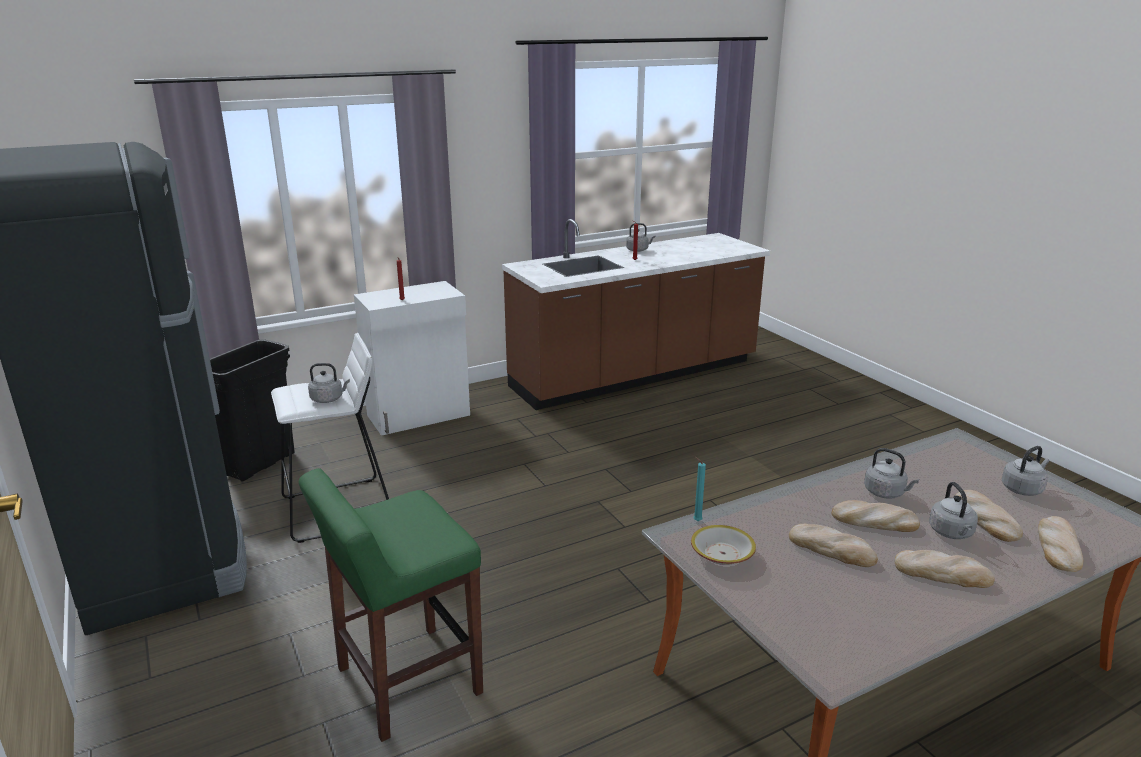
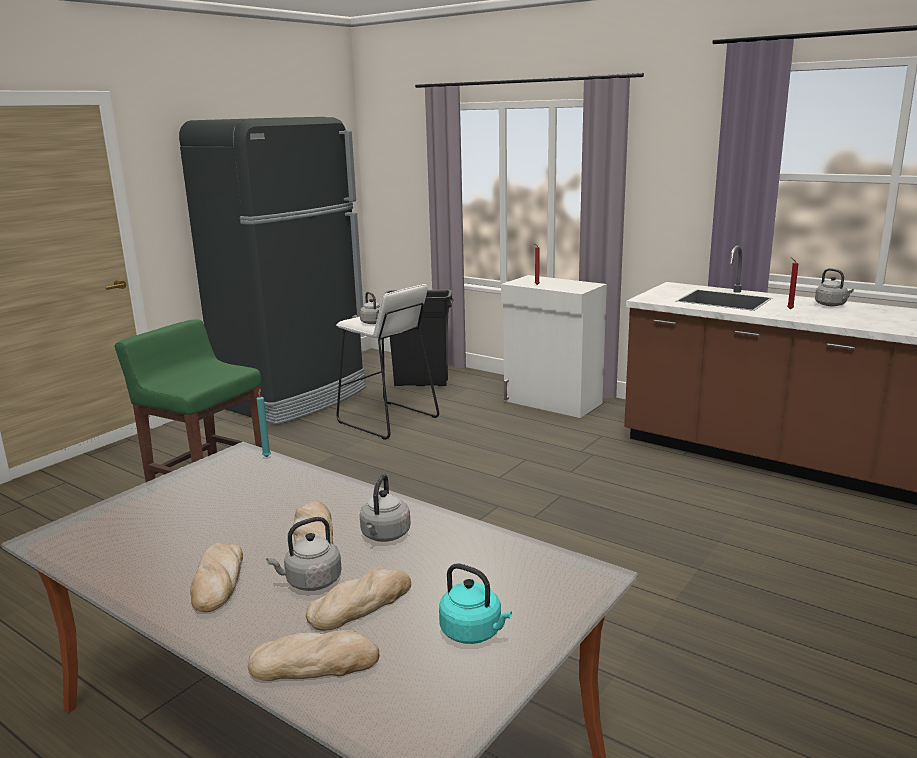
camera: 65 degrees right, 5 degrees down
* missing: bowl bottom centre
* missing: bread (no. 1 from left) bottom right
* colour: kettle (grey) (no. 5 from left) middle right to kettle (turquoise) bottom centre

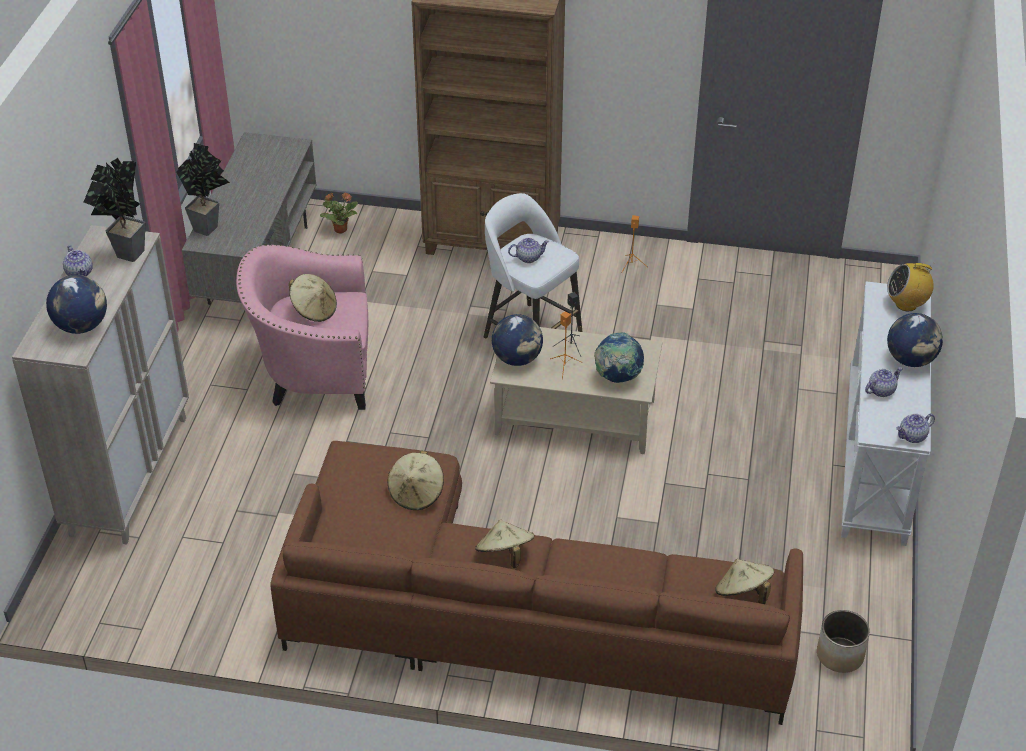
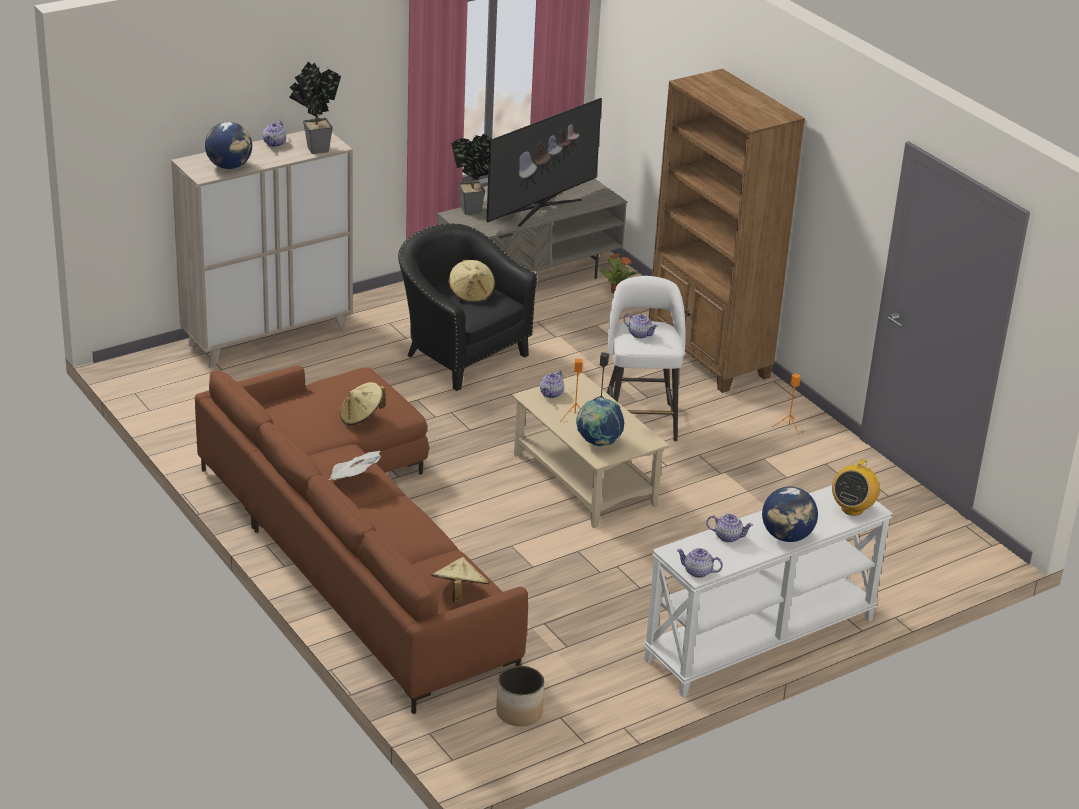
camera: 45 degrees right, 10 degrees down
* appeared: television top centre
* exchanged: hat (beige) (no. 3 from left) bottom centre to newspaper middle left
* exchanged: globe (no. 2 from left) centre to teapot (no. 2 from left) centre
* colour: armchair (pink) middle left to armchair (black) centre
* spun: radio middle right = middle right 105 degrees counterclockwise

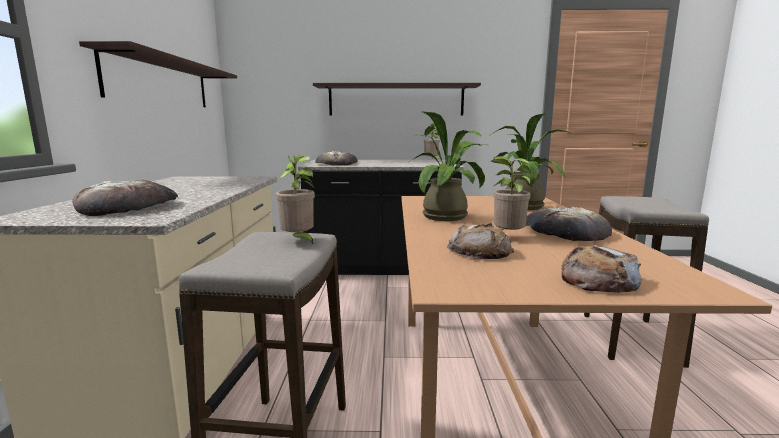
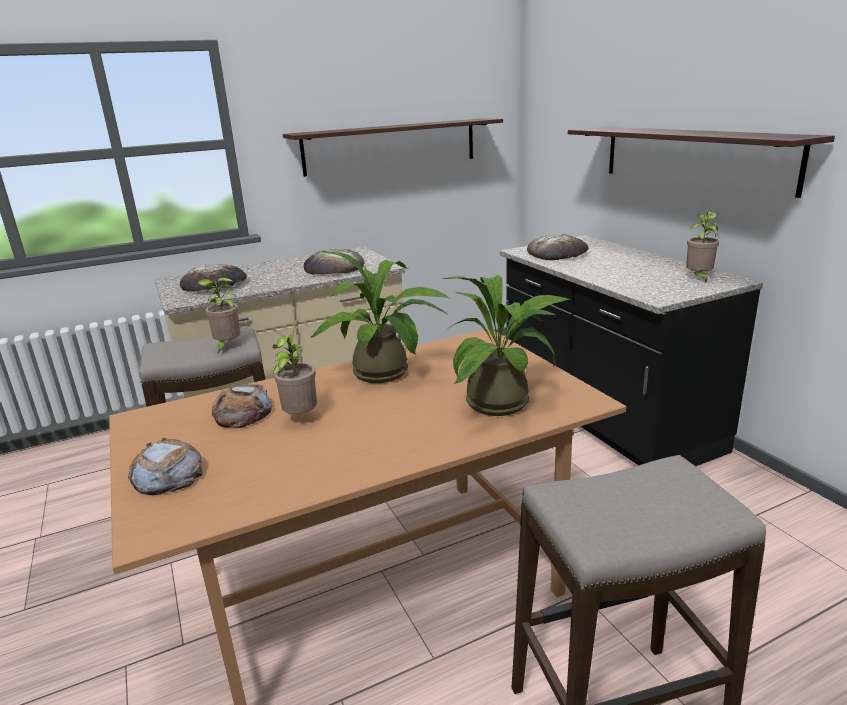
camera: 65 degrees right, 10 degrees up
* relocated: bread (no. 4 from left) middle right to centre

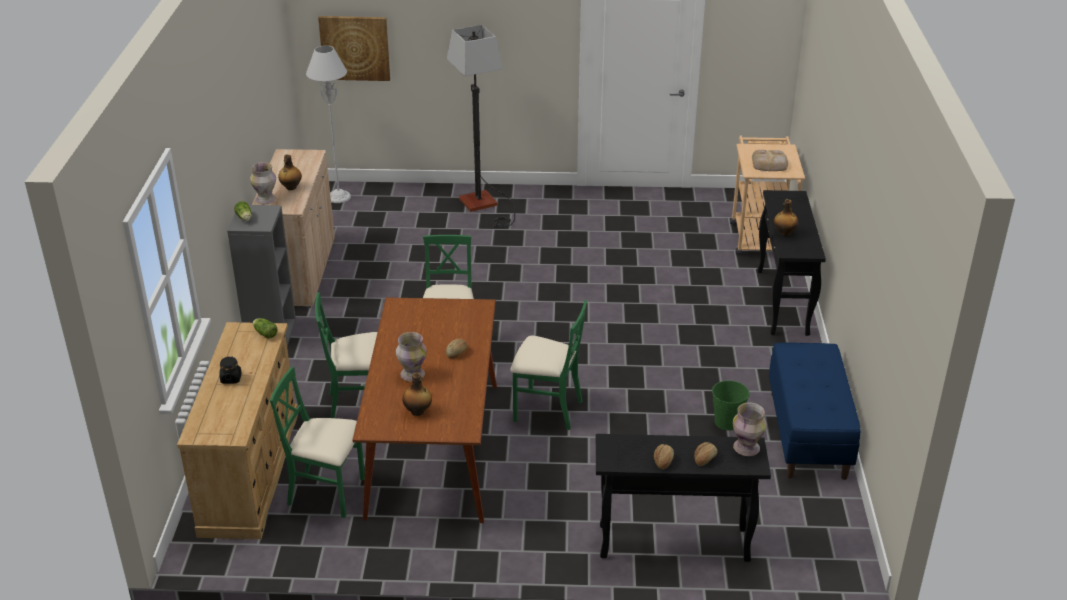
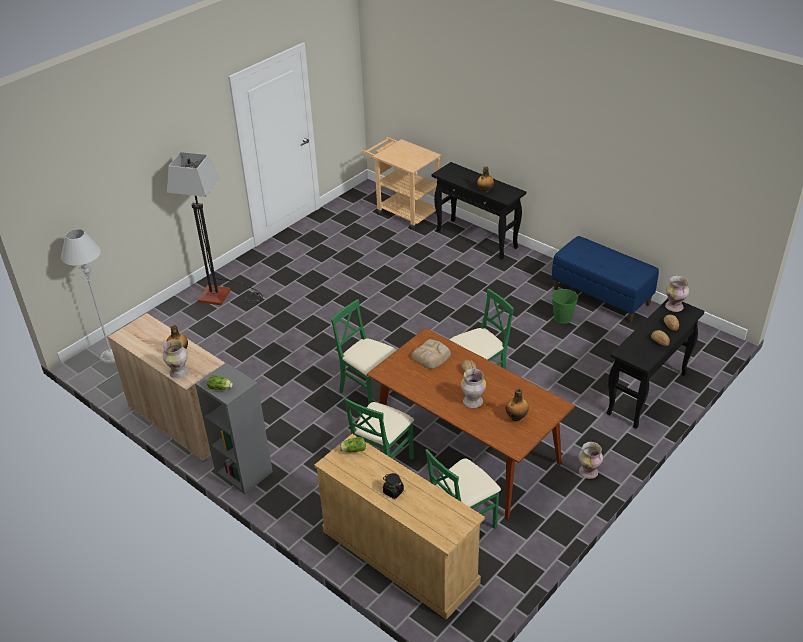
camera: 50 degrees left, 5 degrees up
* missing: picture top left
* appeared: vase (no. 3 from left) bottom right
* relocated: bread (no. 4 from left in the first image) top right to bread (no. 1 from left) centre

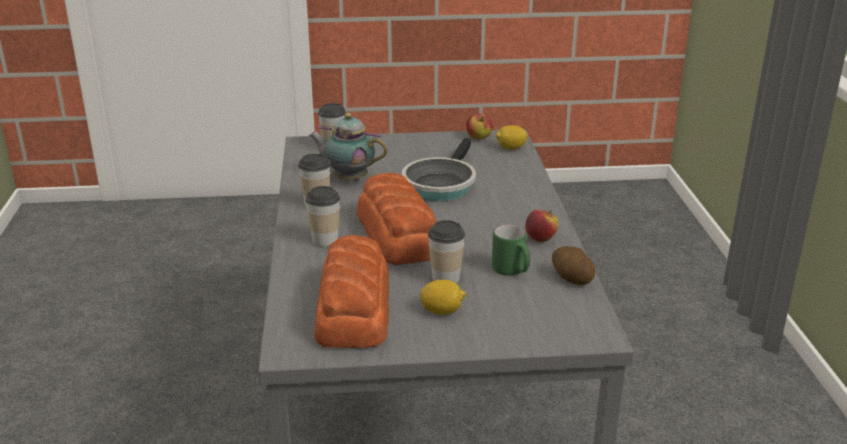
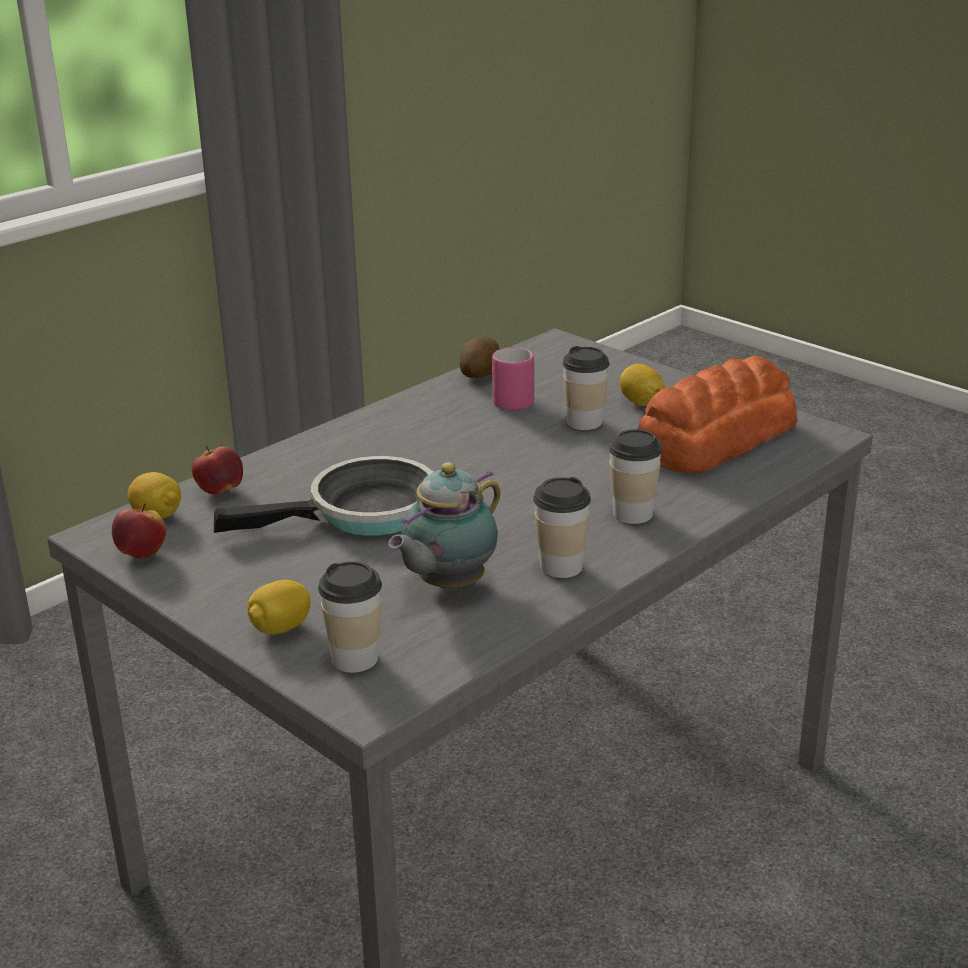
camera: 130 degrees left, 0 degrees up
* missing: bread (no. 2 from left) centre
* appeared: lemon (no. 2 from left) middle left
* relocated: apple (no. 2 from left) centre to middle left
* colour: mug (green) centre to mug (pink) centre
* spun: teapot top centre = centre 60 degrees clockwise

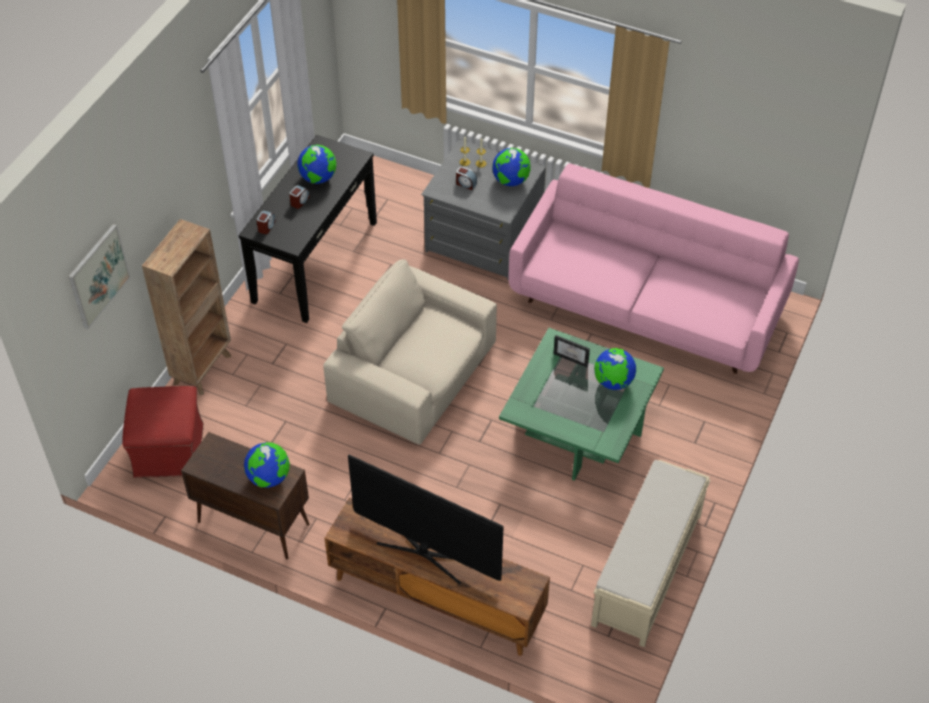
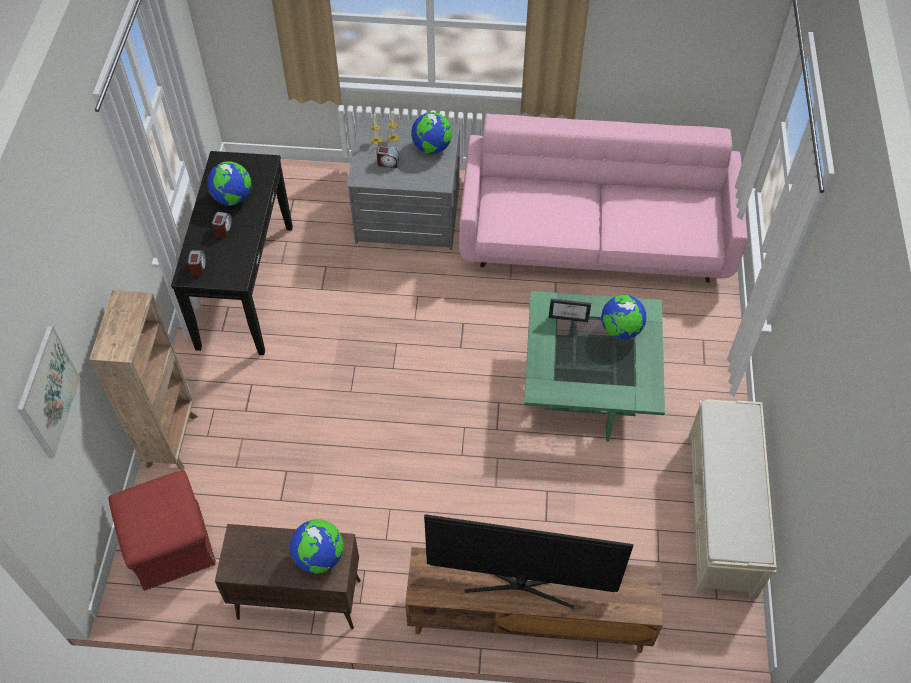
camera: 20 degrees left, 5 degrees up
* missing: armchair (beige) centre

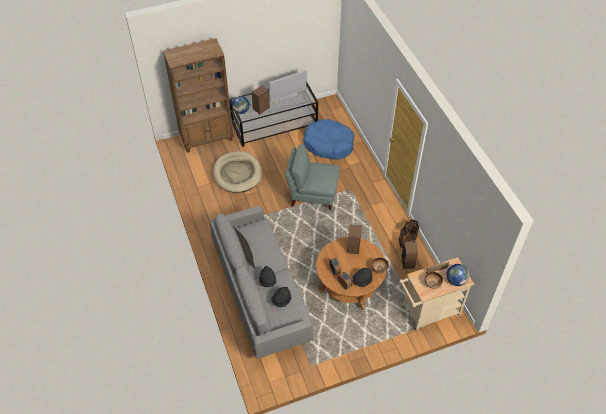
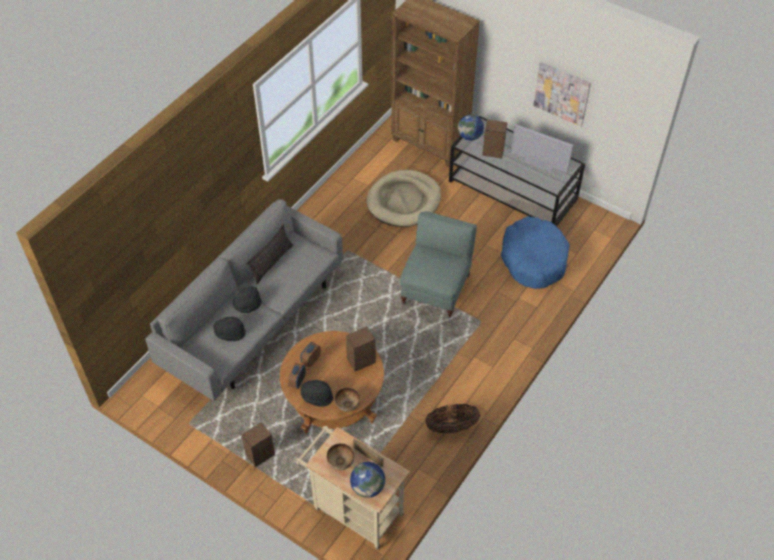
camera: 55 degrees right, 0 degrees up
* appeared: picture top right
* relocated: speaker (no. 3 from left in the first image) middle right to speaker (no. 1 from left) bottom centre
* spun: armchair (grey) centre = centre 45 degrees clockwise

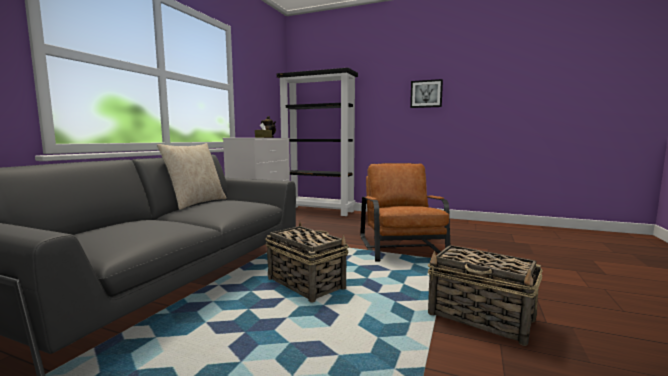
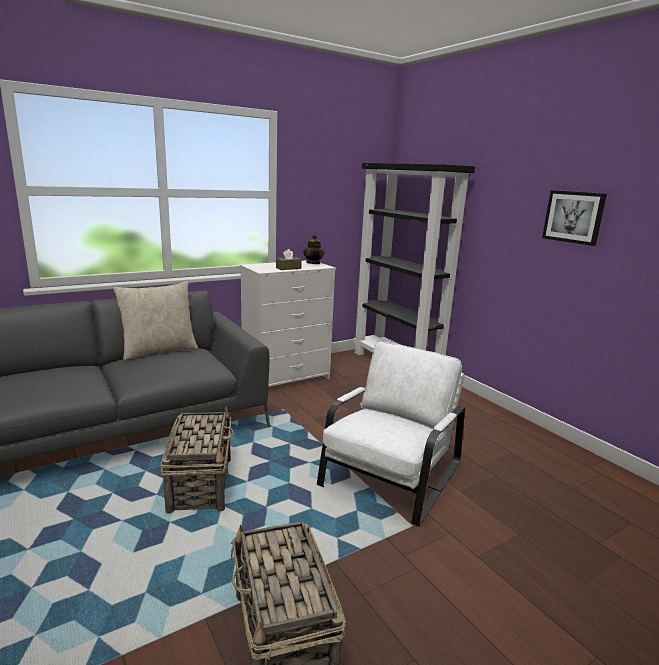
camera: 35 degrees right, 10 degrees up
* colour: armchair (brown) centre to armchair (white) centre

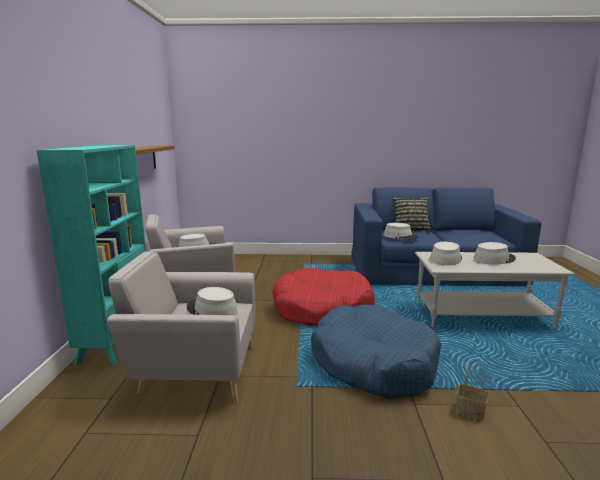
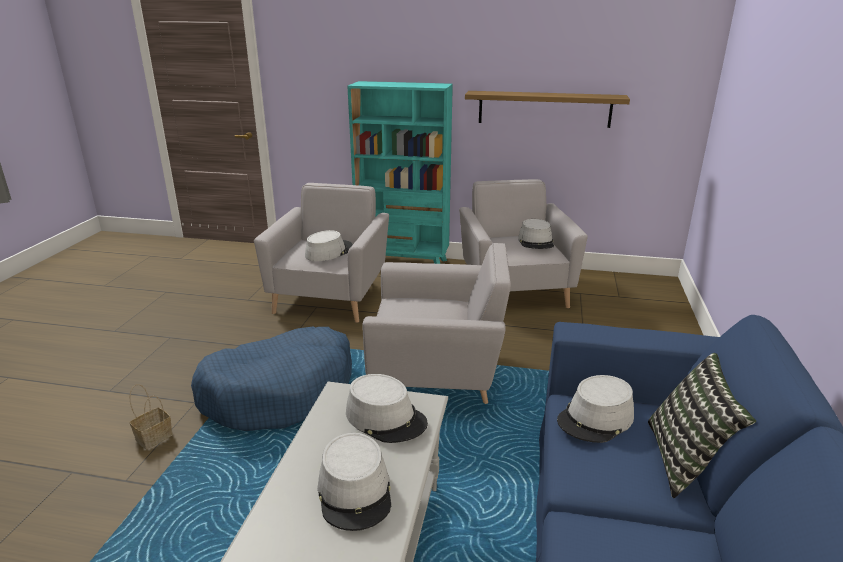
camera: 100 degrees right, 10 degrees up
* exchanged: dog bed (red) centre to armchair (grey) (no. 2 from left) centre

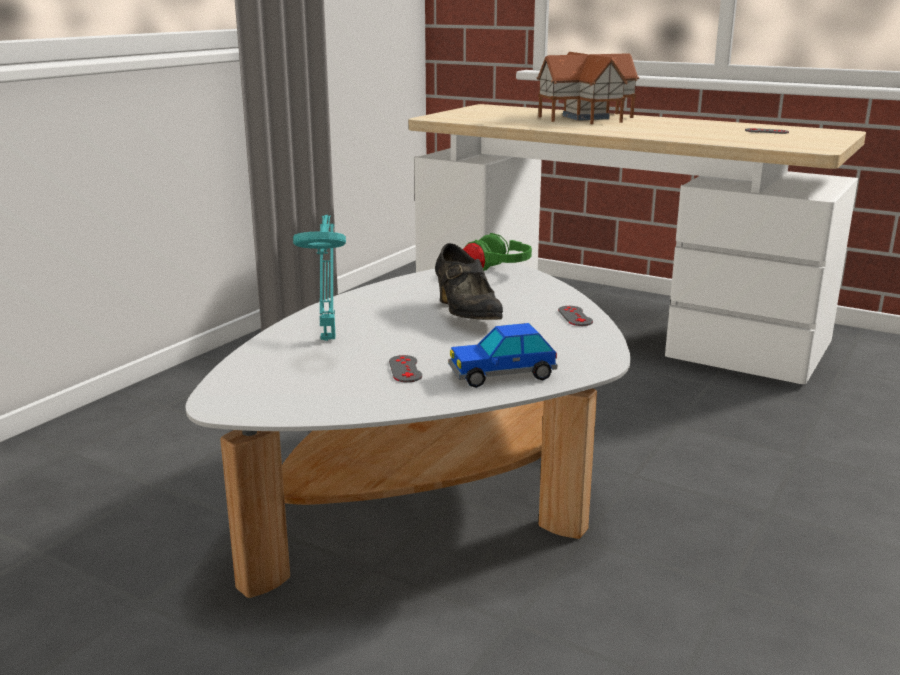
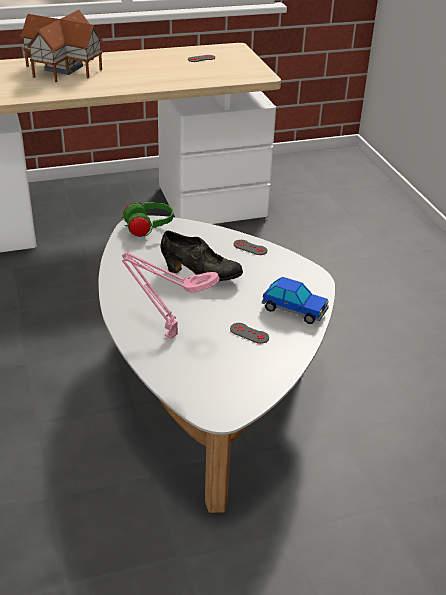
camera: 50 degrees left, 15 degrees up
* colour: table lamp (turquoise) centre to table lamp (pink) centre
* spun: toy car centre = centre 90 degrees counterclockwise

